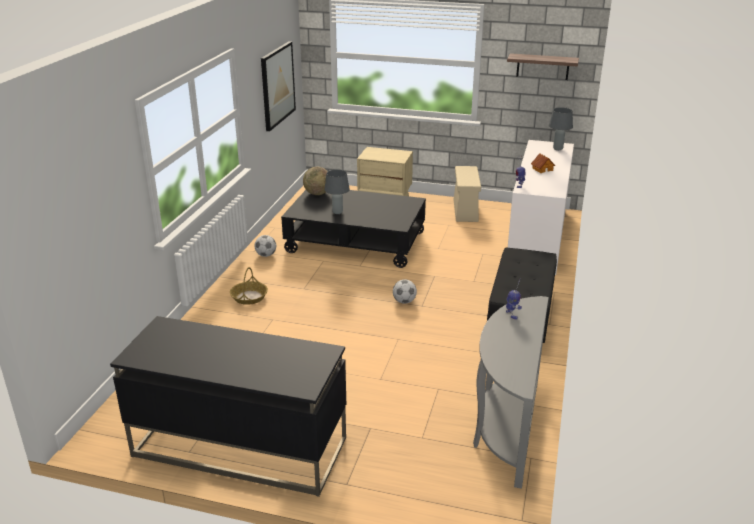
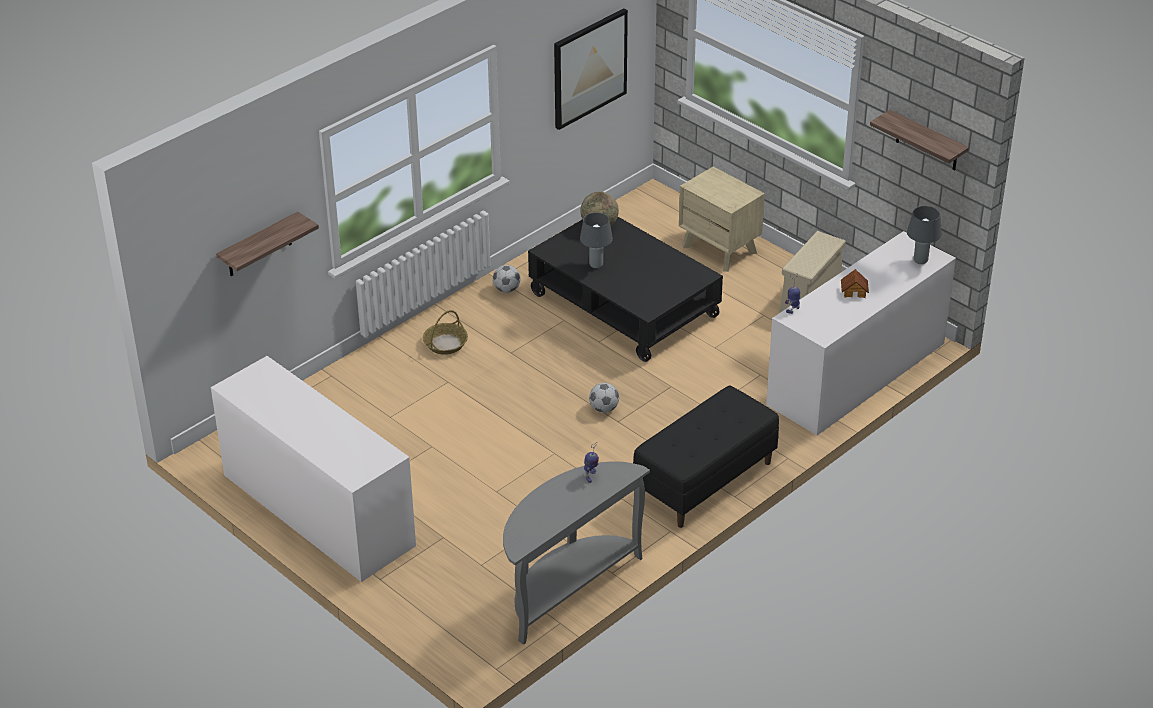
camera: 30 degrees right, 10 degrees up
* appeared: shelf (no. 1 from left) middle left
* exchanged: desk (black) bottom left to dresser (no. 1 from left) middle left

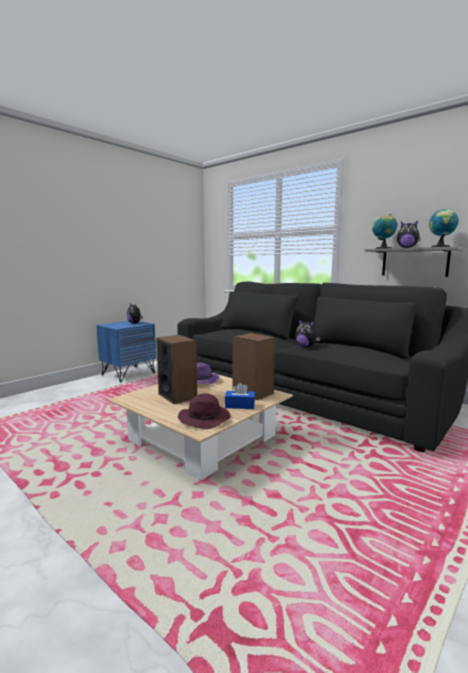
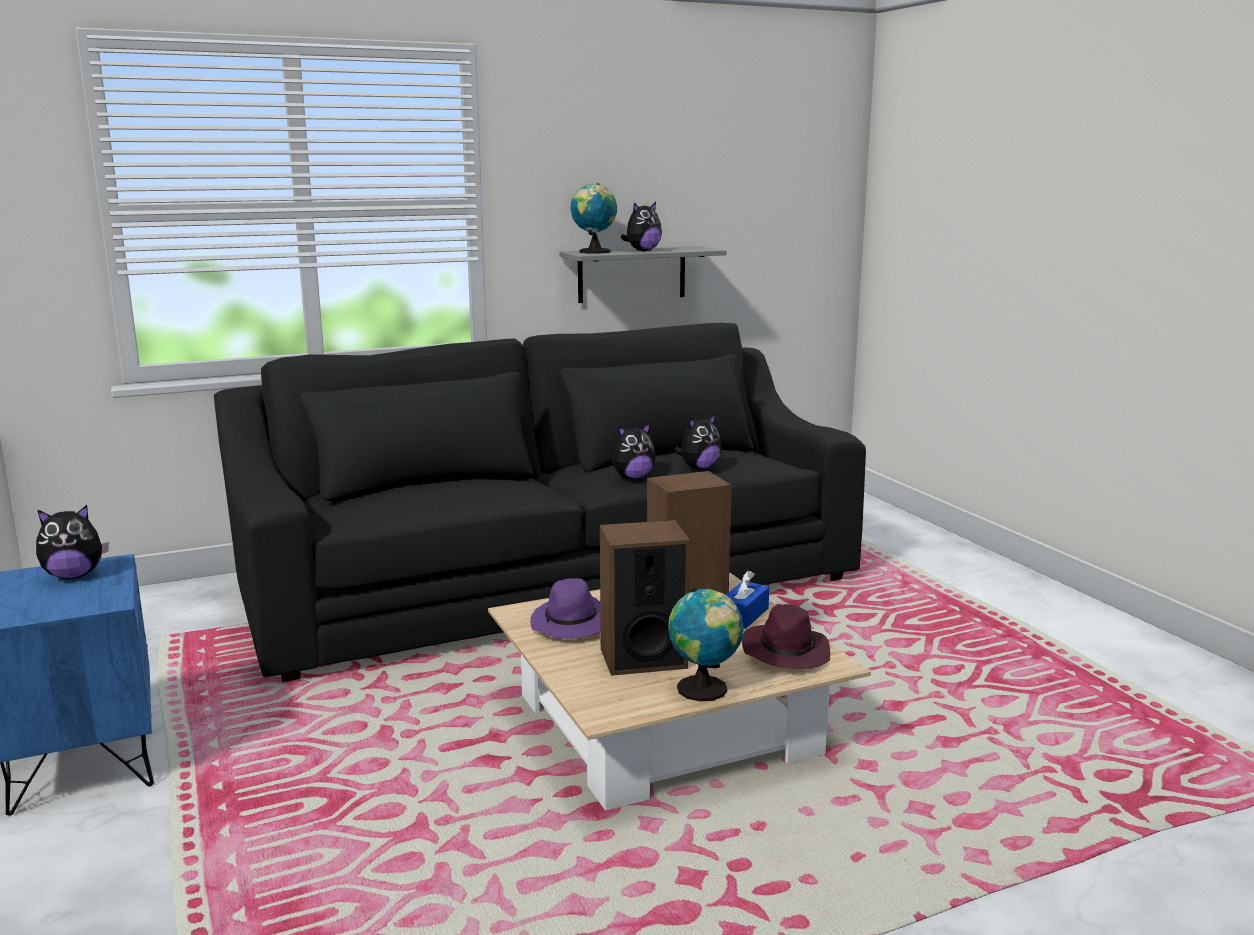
camera: 65 degrees left, 5 degrees up
* appeared: plush toy (no. 4 from left) centre
* relocated: globe (no. 2 from left) middle right to bottom centre

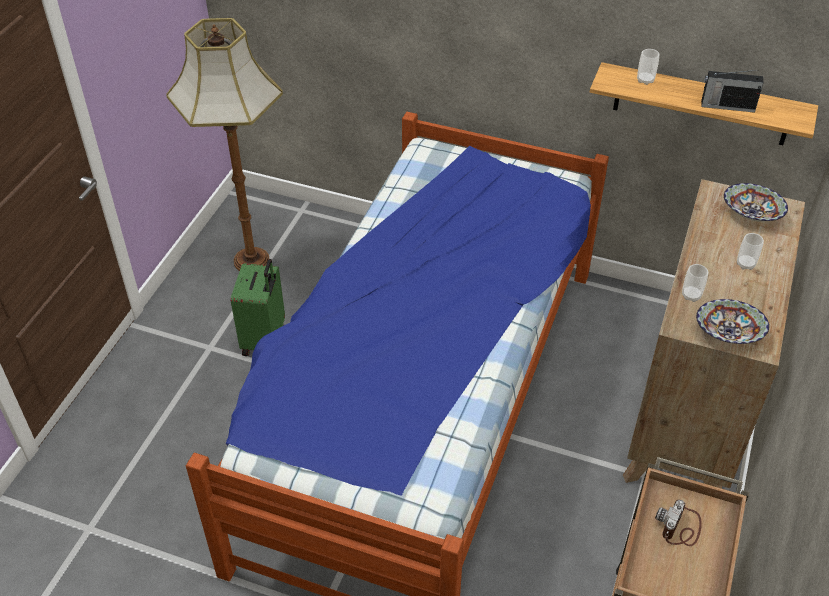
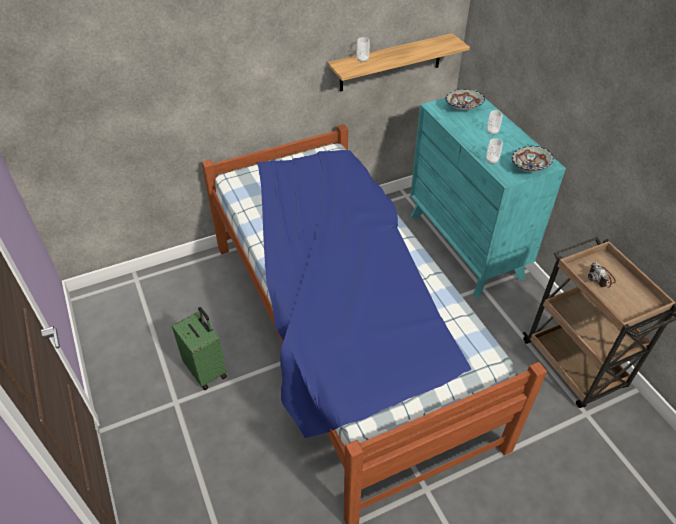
camera: 45 degrees left, 0 degrees up
* missing: floor lamp top left
* missing: radio top right
* colour: dresser (brown) middle right to dresser (turquoise) middle right

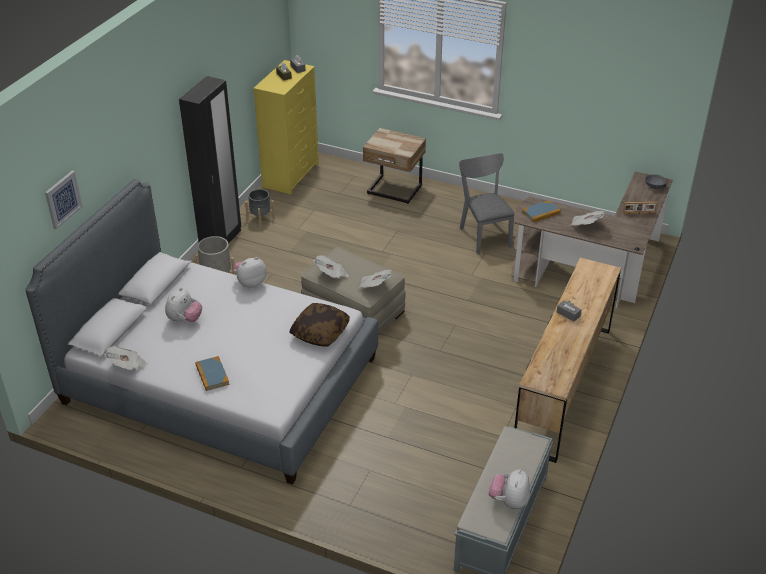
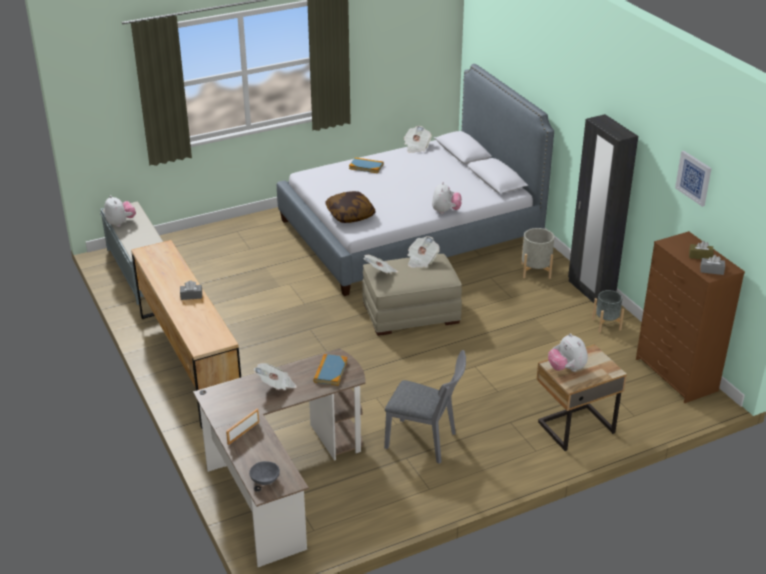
camera: 130 degrees right, 5 degrees down
* relocated: picture middle left to top right
* relocated: plush toy (no. 1 from left in the first image) middle left to plush toy (no. 3 from left) middle right
* colour: dresser (yellow) top centre to dresser (brown) (no. 2 from left) middle right

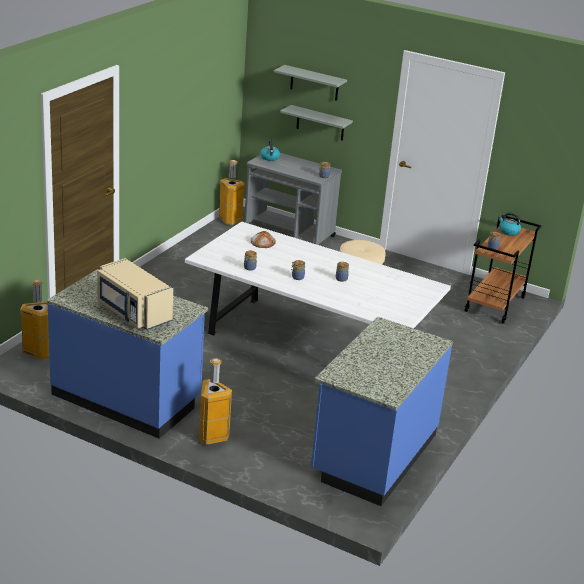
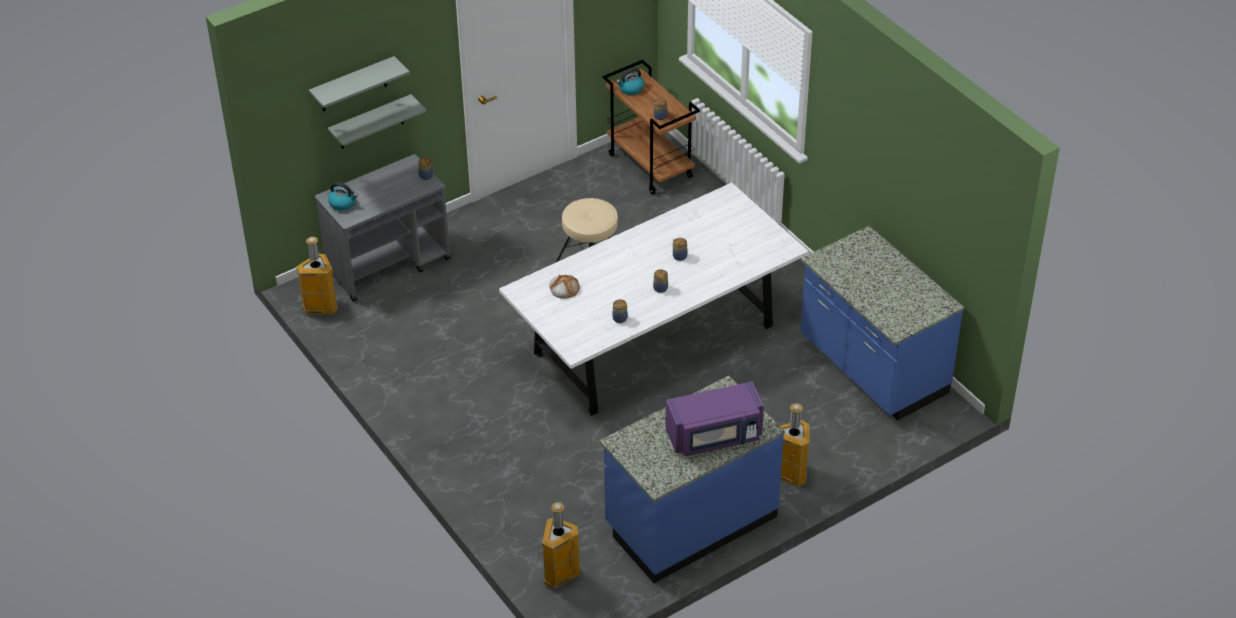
camera: 60 degrees left, 15 degrees up
* colour: microwave (beige) middle left to microwave (purple) bottom centre

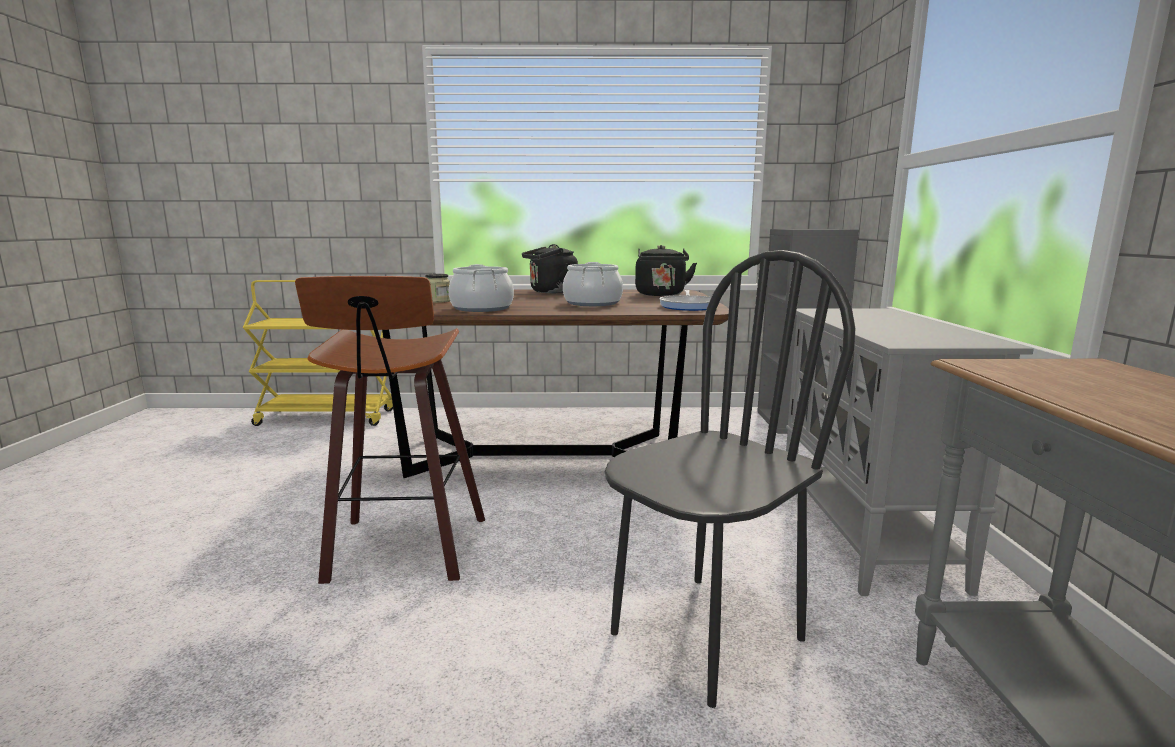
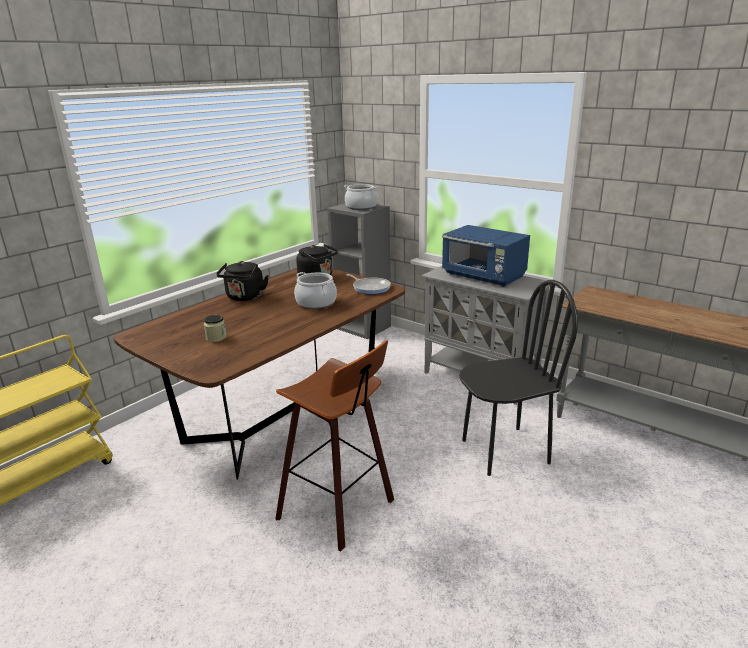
camera: 50 degrees left, 10 degrees up
* appeared: microwave (blue) centre
* relocated: cooking pot (no. 1 from left in the first image) centre to cooking pot (no. 2 from left) top centre
* spun: chair (black) centre = middle right 75 degrees clockwise

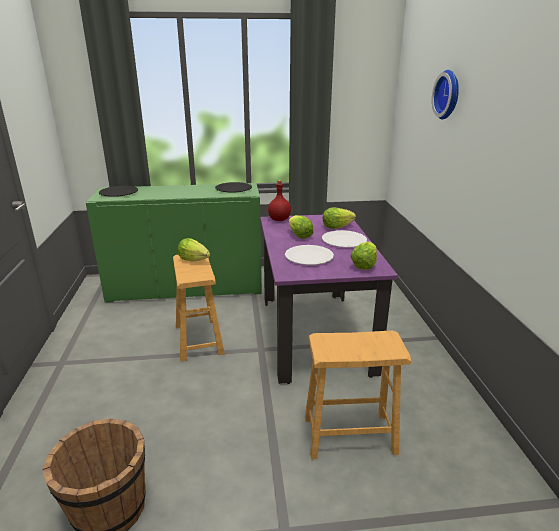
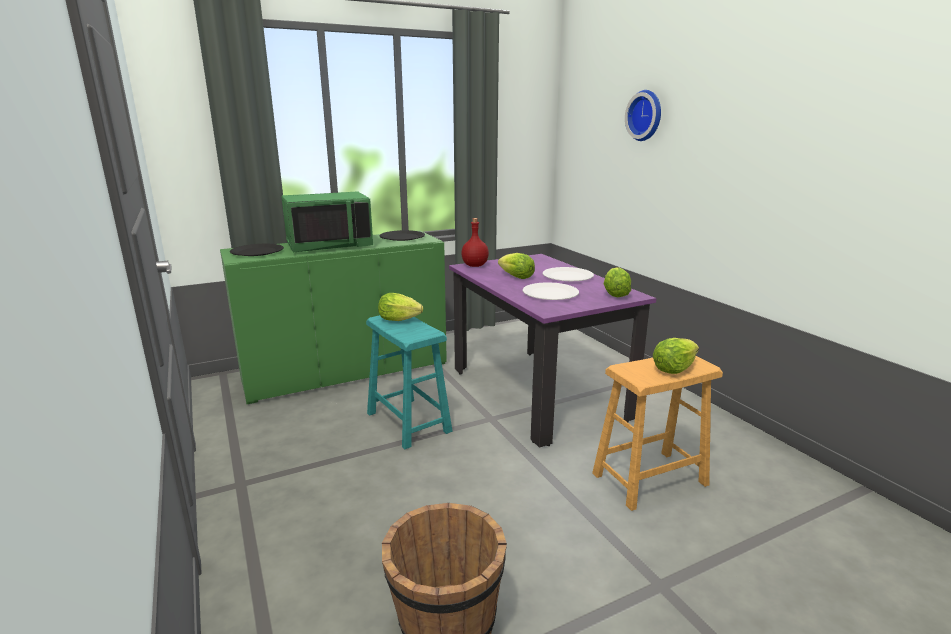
camera: 20 degrees left, 5 degrees down
* appeared: microwave (green) centre
* relocated: lettuce (no. 3 from left in the first image) centre to lettuce (no. 4 from left) middle right
* colour: stool (brown) (no. 1 from left) centre to stool (turquoise) centre

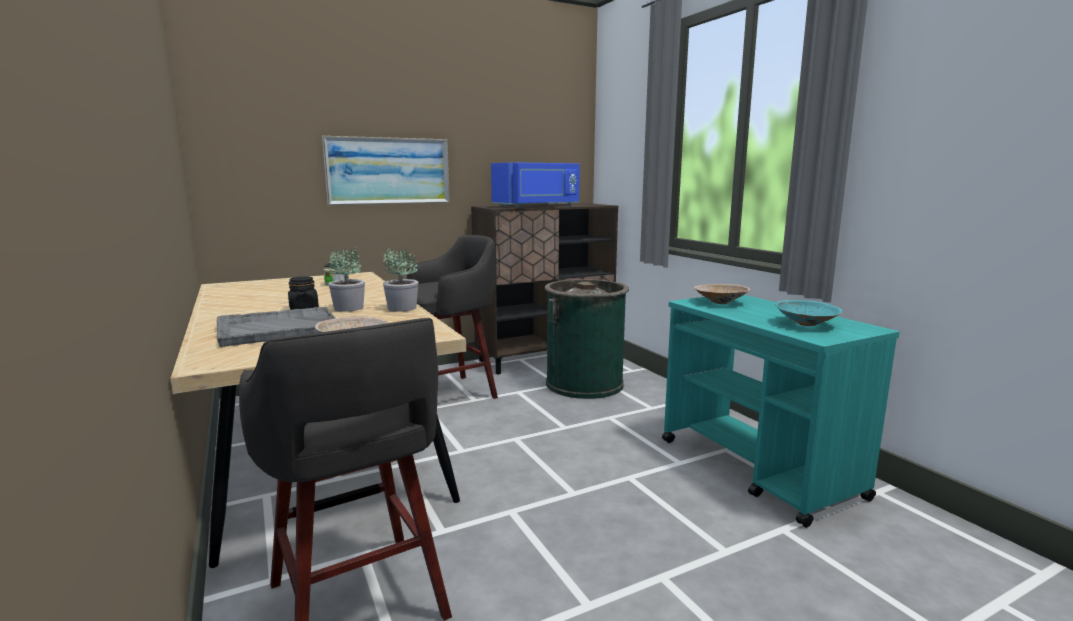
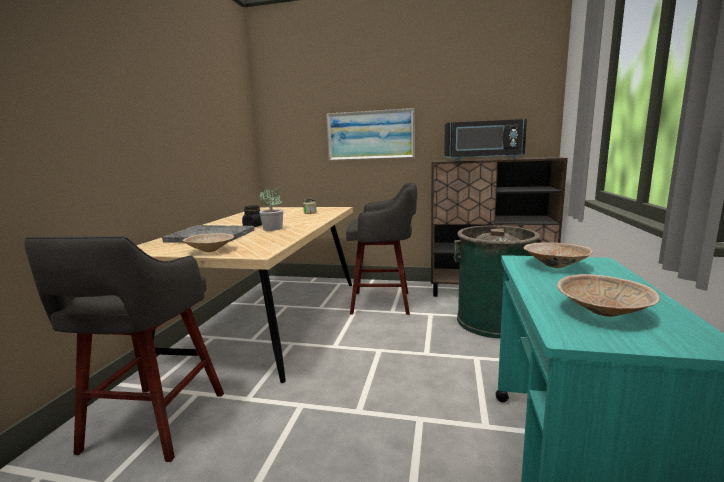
camera: 40 degrees right, 0 degrees up
* missing: potted plant (no. 2 from left) centre
* colour: microwave (blue) top centre to microwave (black) top right
* colour: bowl (turquoise) middle right to bowl (beige) (no. 3 from left) middle right

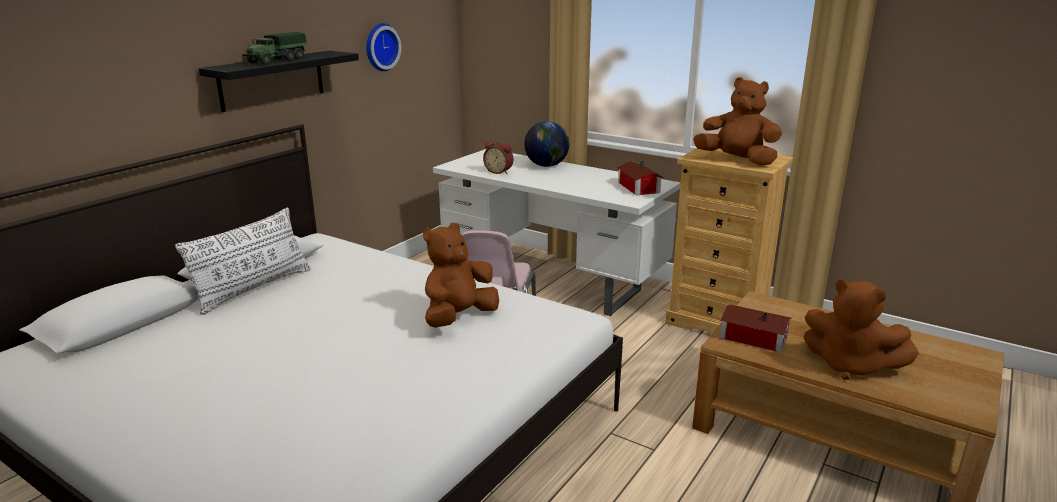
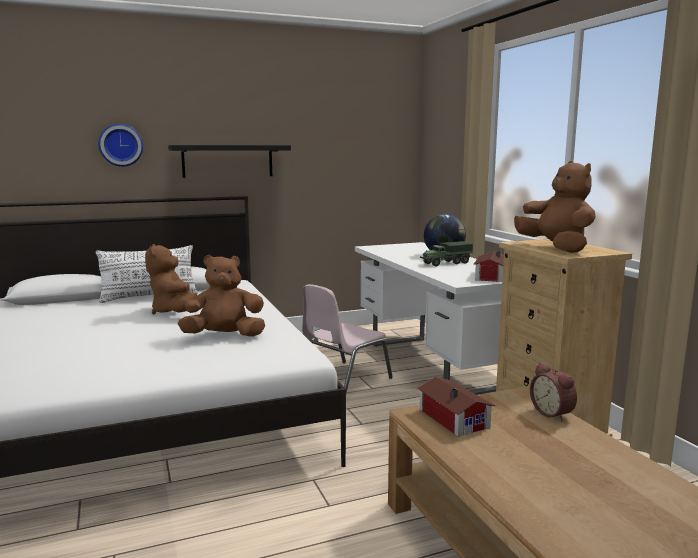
camera: 35 degrees right, 10 degrees down
* relocated: toy truck top left to centre
* relocated: wall clock top centre to top left
* relocated: alarm clock top centre to bottom right
* relocated: plush toy (brown) (no. 3 from left in the first image) middle right to plush toy (brown) (no. 1 from left) middle left

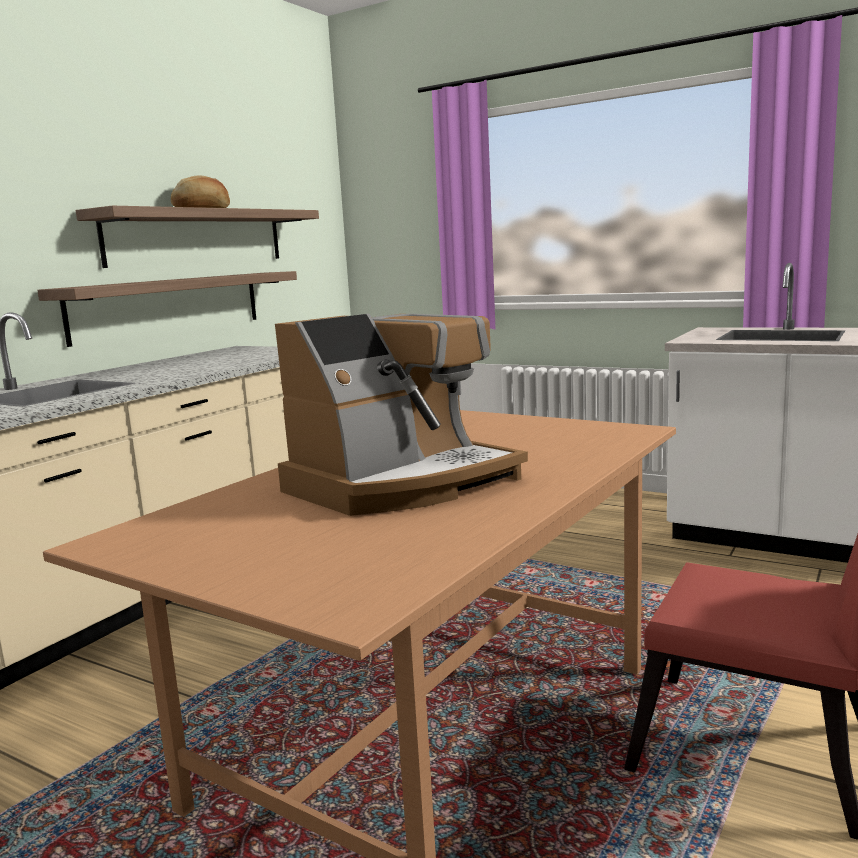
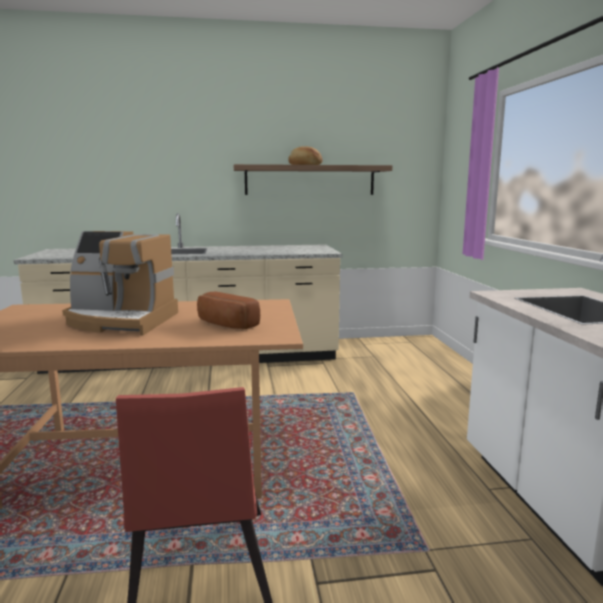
camera: 50 degrees right, 0 degrees up
* missing: shelf (no. 1 from left) middle left
* appeared: bread (no. 1 from left) centre

